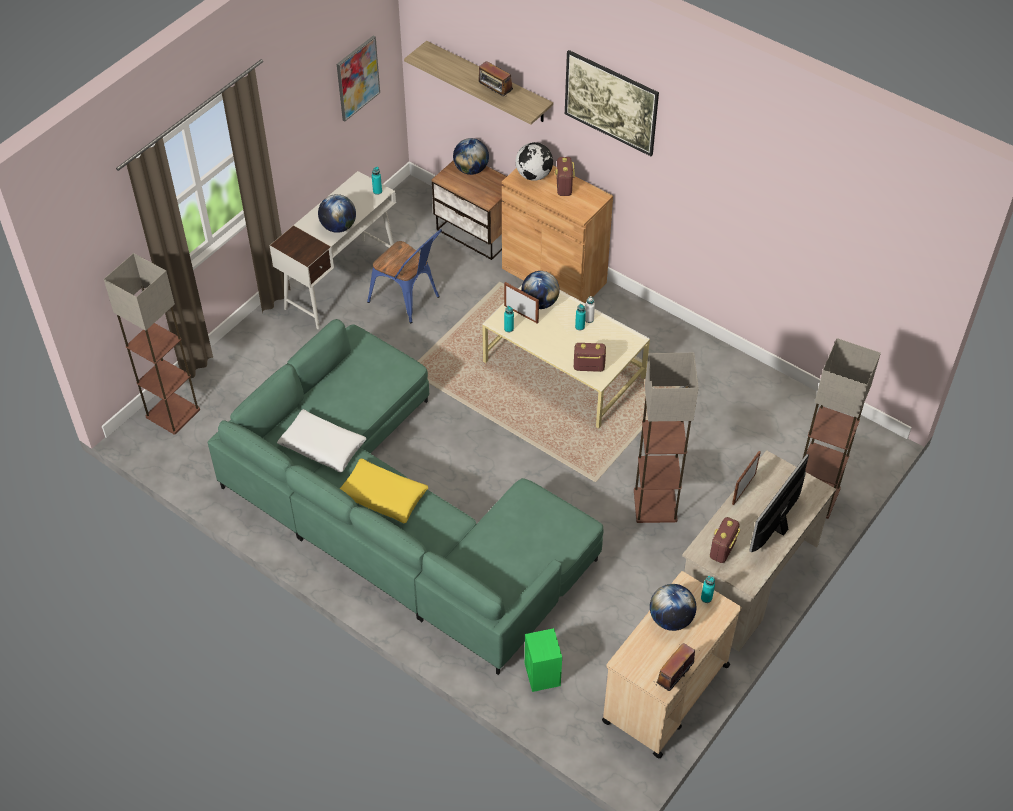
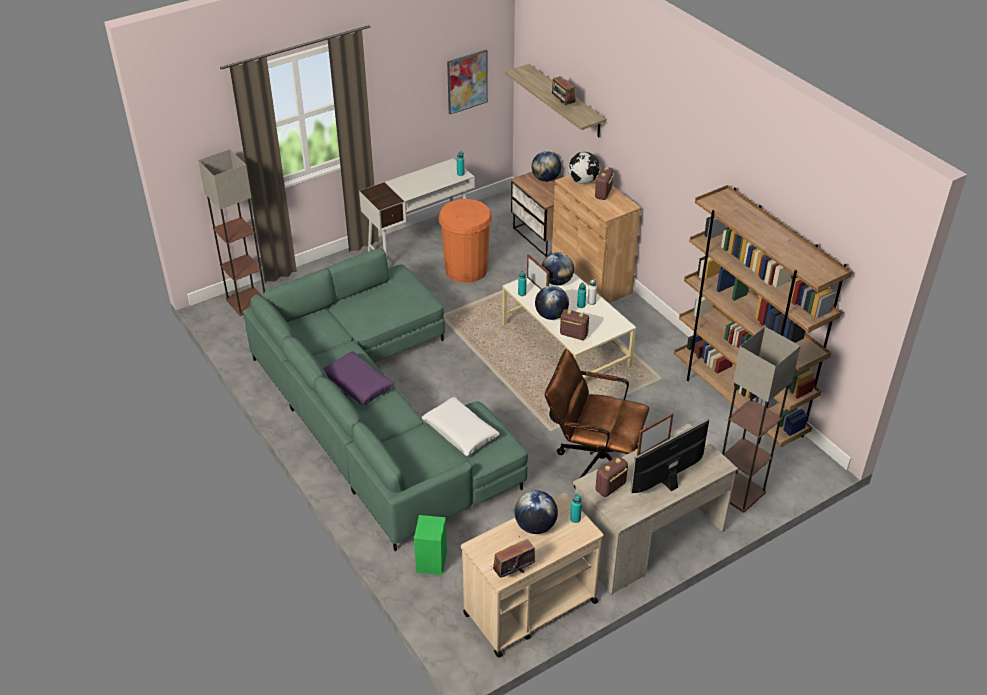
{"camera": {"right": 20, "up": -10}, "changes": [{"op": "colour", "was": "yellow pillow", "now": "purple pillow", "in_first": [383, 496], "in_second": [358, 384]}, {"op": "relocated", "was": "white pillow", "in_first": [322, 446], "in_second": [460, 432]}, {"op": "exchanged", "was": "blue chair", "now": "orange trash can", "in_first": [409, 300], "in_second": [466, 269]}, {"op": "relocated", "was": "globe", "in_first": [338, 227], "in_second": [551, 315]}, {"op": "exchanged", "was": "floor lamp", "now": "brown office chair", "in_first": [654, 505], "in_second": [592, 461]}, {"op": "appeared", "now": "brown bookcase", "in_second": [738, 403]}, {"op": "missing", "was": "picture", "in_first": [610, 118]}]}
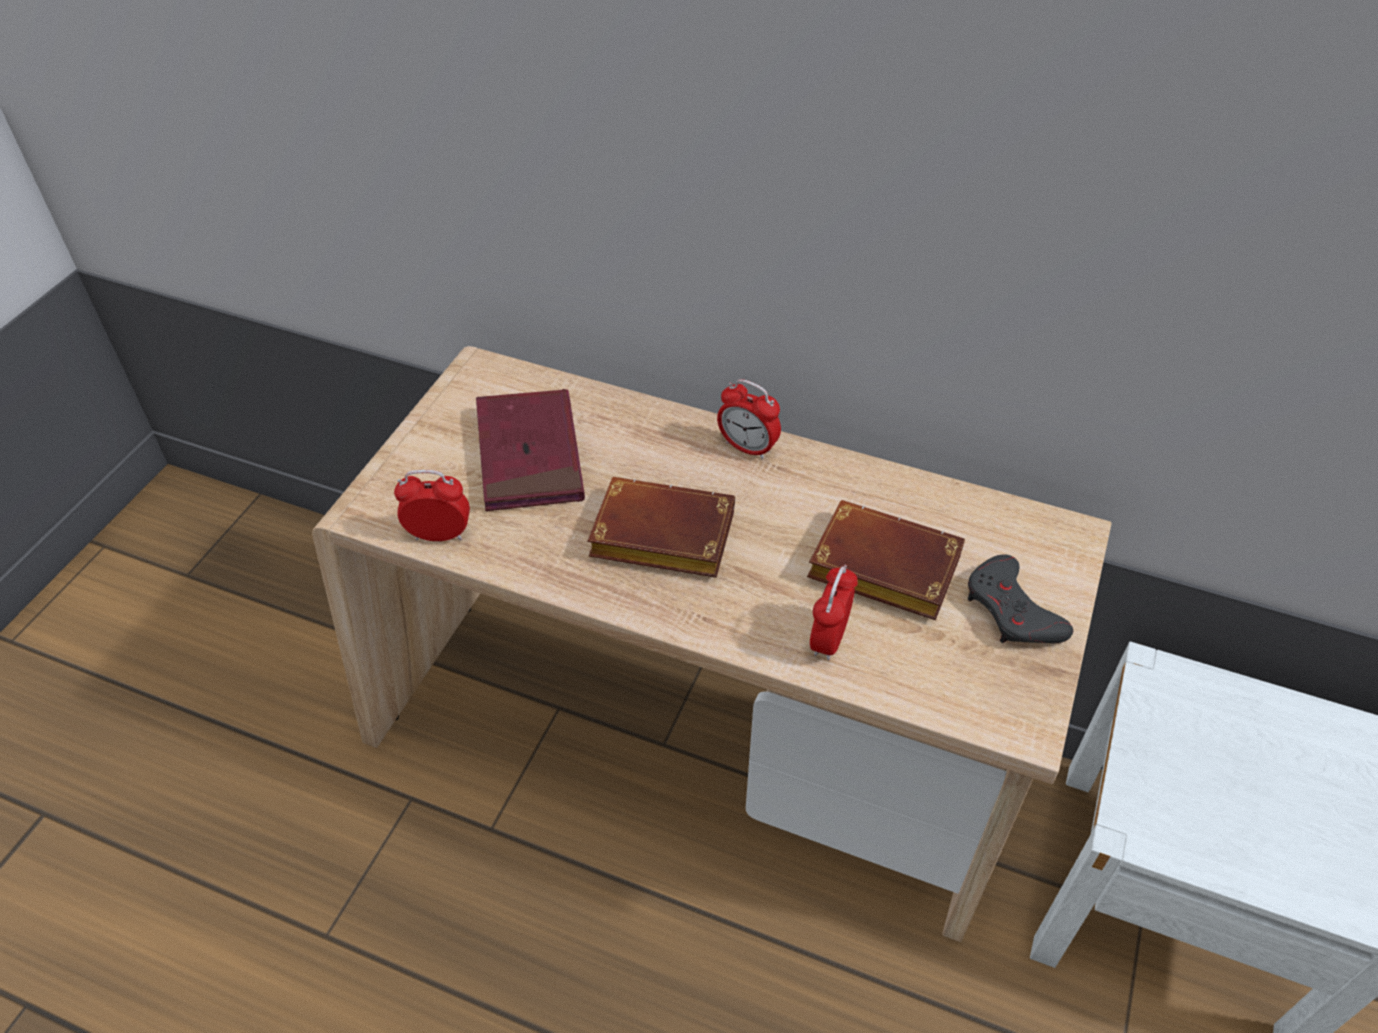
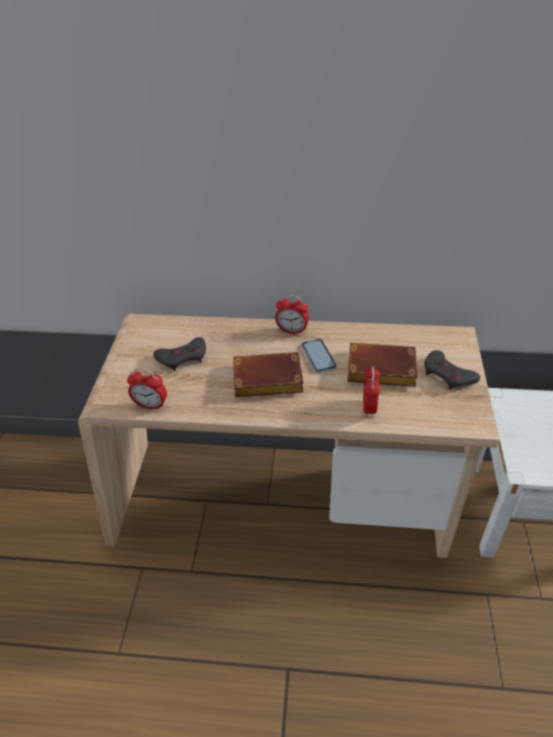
{"camera": {"right": -15, "up": -5}, "changes": [{"op": "spun", "was": "alarm clock", "in_first": [439, 535], "in_second": [151, 405], "clockwise": -150}, {"op": "exchanged", "was": "red book", "now": "grey game controller", "in_first": [529, 455], "in_second": [183, 357]}, {"op": "appeared", "now": "phone", "in_second": [318, 356]}]}
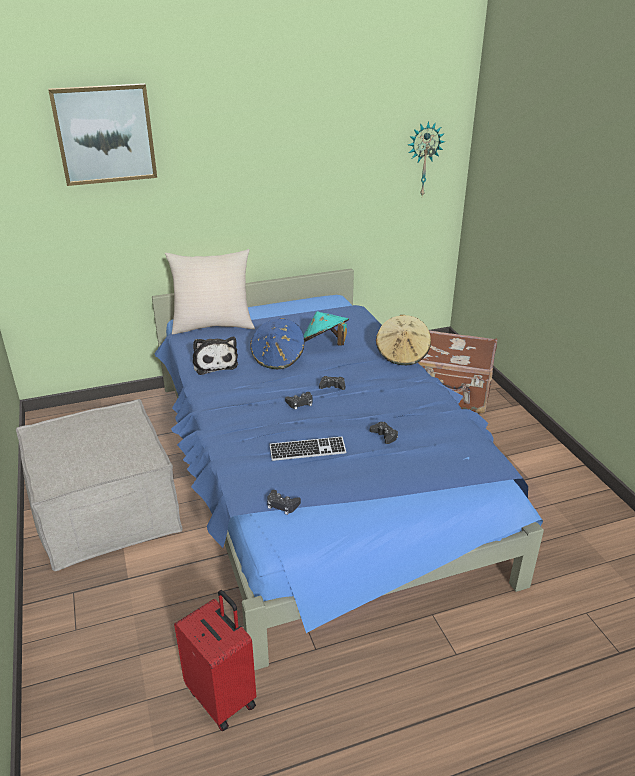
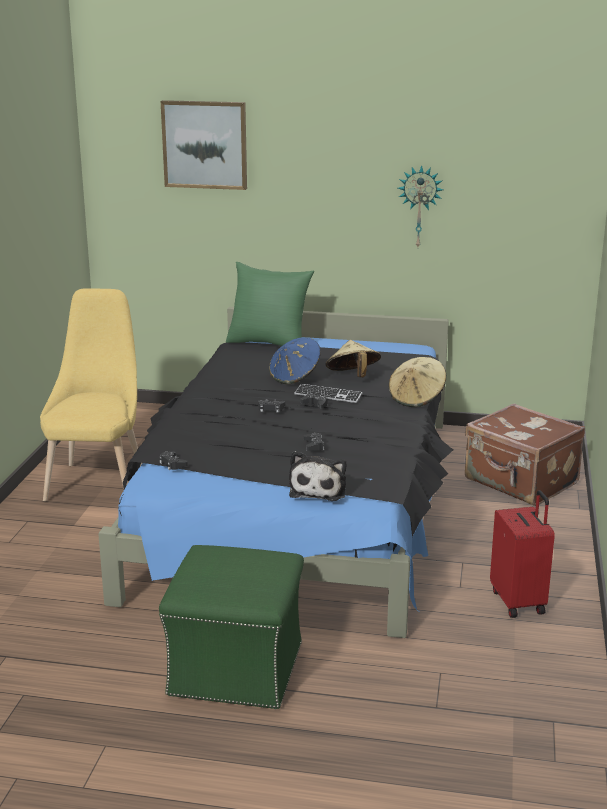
{"camera": {"right": 30, "up": -10}, "changes": [{"op": "exchanged", "was": "beige ottoman", "now": "yellow chair", "in_first": [106, 511], "in_second": [99, 480]}, {"op": "colour", "was": "blue bed", "now": "black bed", "in_first": [315, 473], "in_second": [300, 504]}, {"op": "appeared", "now": "green ottoman", "in_second": [237, 669]}, {"op": "colour", "was": "beige pillow", "now": "green pillow", "in_first": [213, 326], "in_second": [269, 344]}, {"op": "relocated", "was": "plush toy", "in_first": [214, 363], "in_second": [319, 489]}, {"op": "relocated", "was": "keyboard", "in_first": [307, 450], "in_second": [328, 395]}, {"op": "colour", "was": "turquoise hat", "now": "beige hat", "in_first": [325, 345], "in_second": [352, 377]}, {"op": "relocated", "was": "wall clock", "in_first": [423, 159], "in_second": [419, 206]}, {"op": "relocated", "was": "red suitcase", "in_first": [223, 697], "in_second": [519, 601]}]}
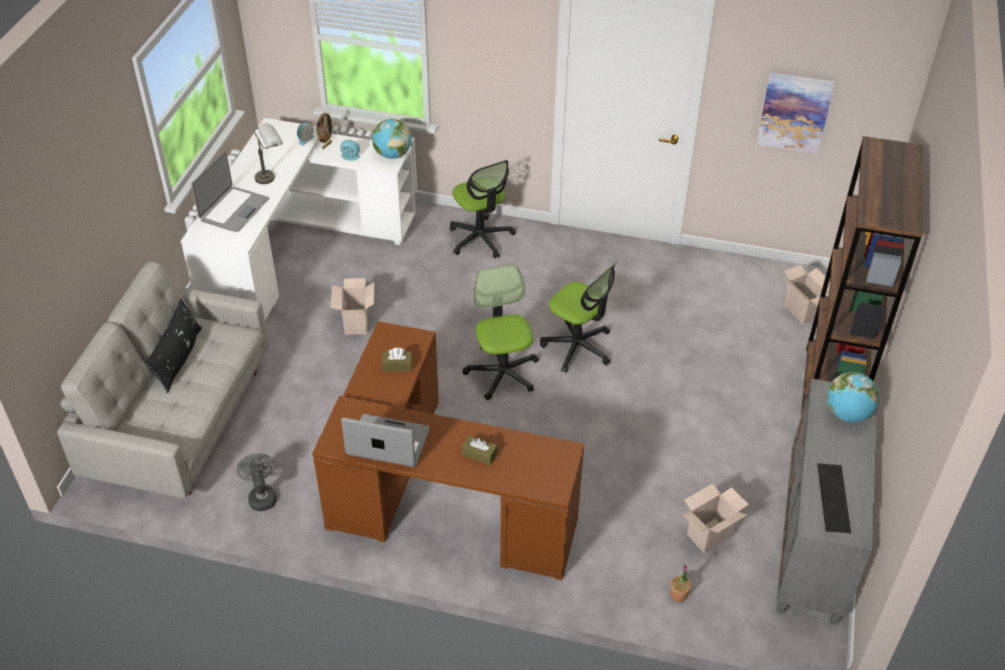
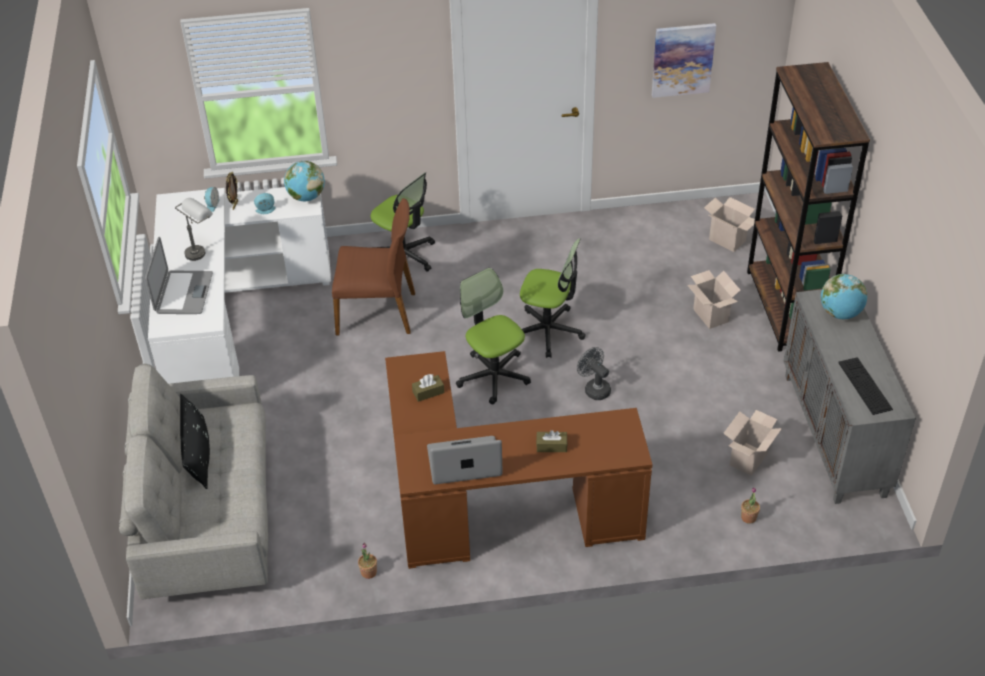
{"camera": {"right": -20, "up": 0}, "changes": [{"op": "appeared", "now": "brown chair", "in_second": [377, 312]}, {"op": "appeared", "now": "potted plant", "in_second": [368, 572]}, {"op": "relocated", "was": "grey fan", "in_first": [261, 496], "in_second": [594, 388]}, {"op": "relocated", "was": "cardboard box", "in_first": [355, 322], "in_second": [709, 315]}]}
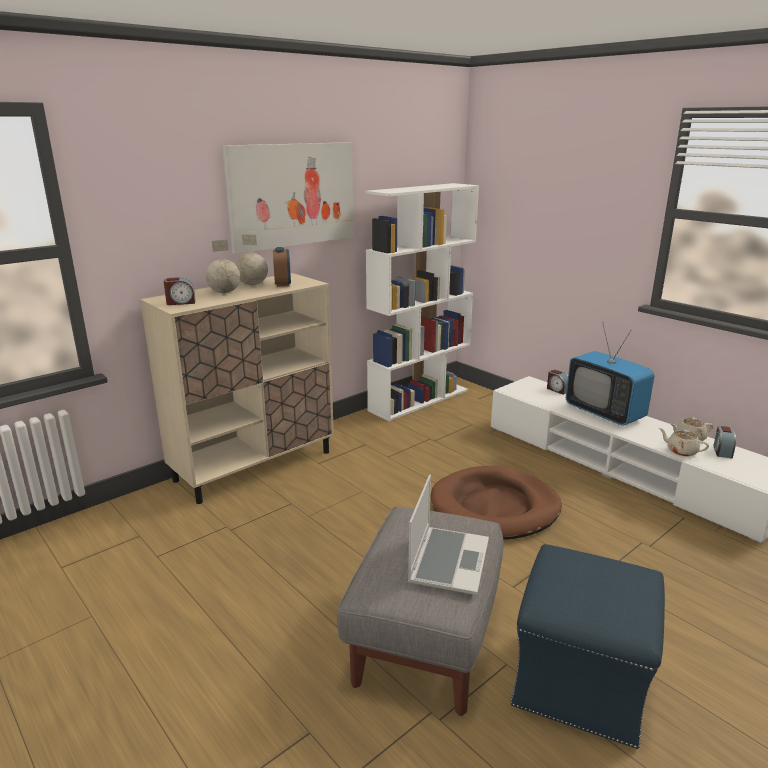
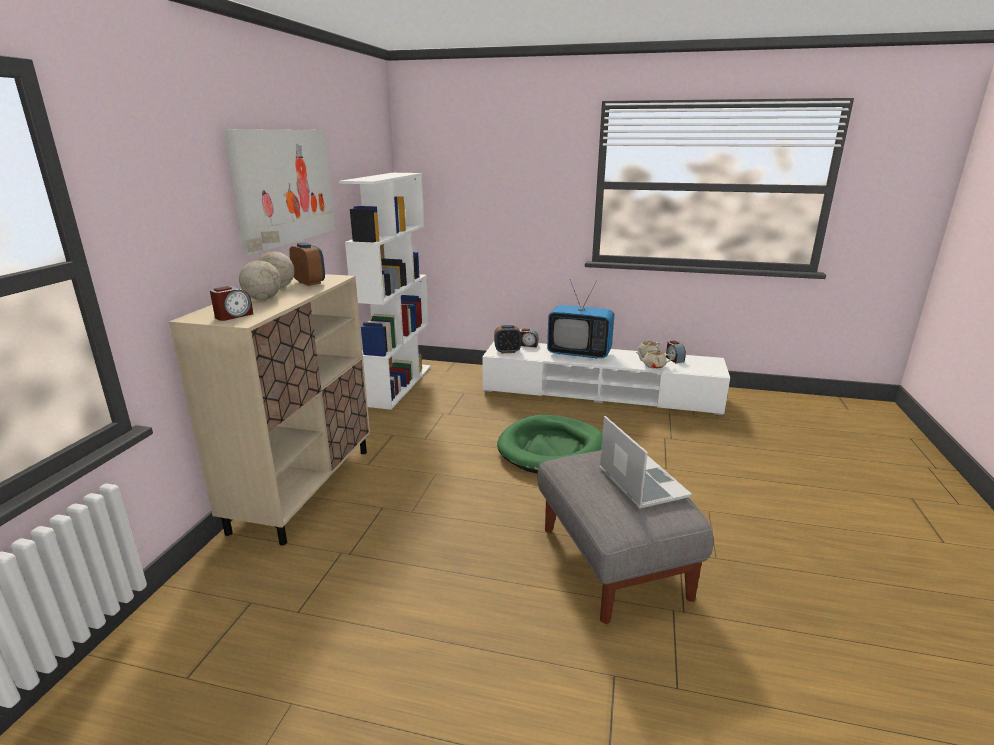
{"camera": {"right": -35, "up": 0}, "changes": [{"op": "appeared", "now": "alarm clock", "in_second": [507, 351]}, {"op": "colour", "was": "brown dog bed", "now": "green dog bed", "in_first": [495, 507], "in_second": [551, 449]}, {"op": "missing", "was": "blue ottoman", "in_first": [580, 682]}]}
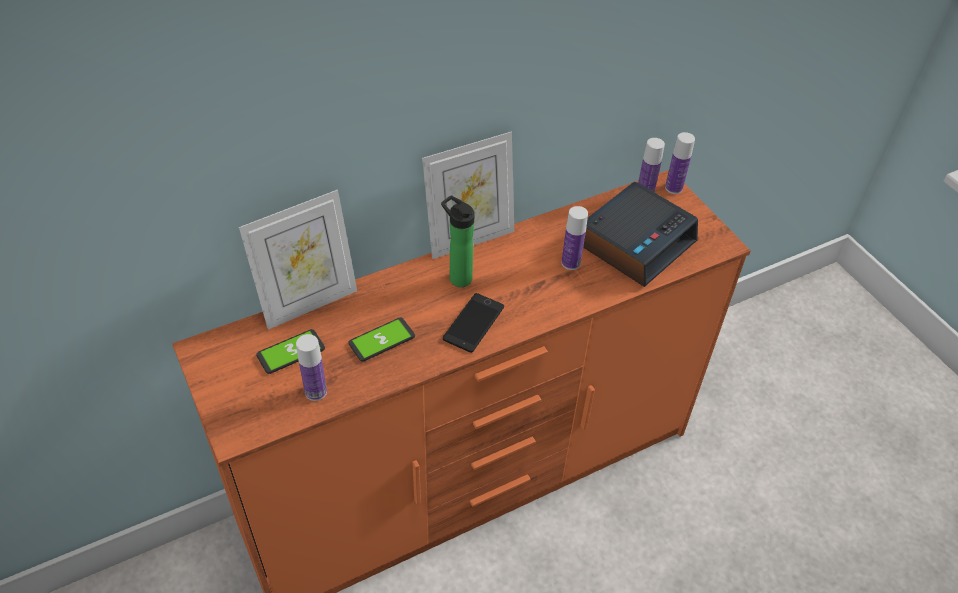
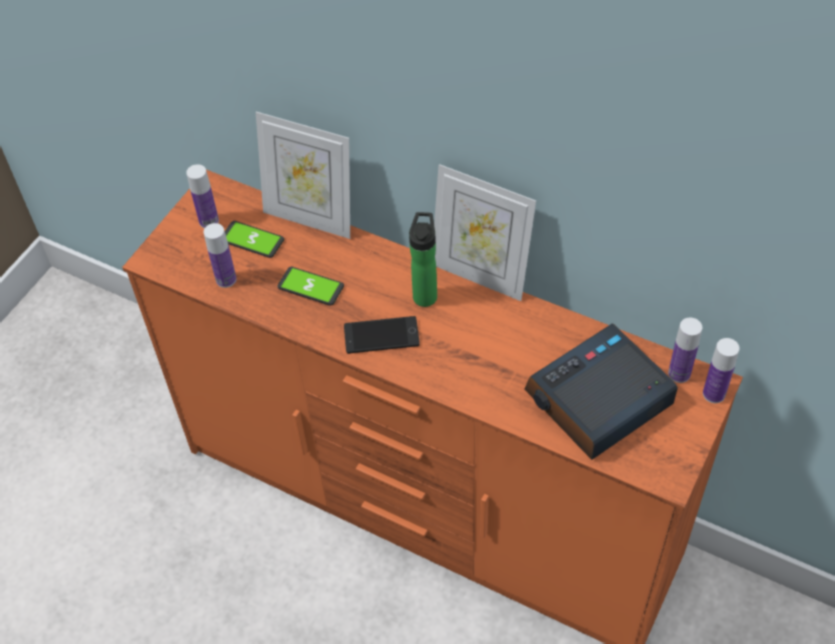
{"camera": {"right": 60, "up": 5}, "changes": [{"op": "relocated", "was": "bottle", "in_first": [571, 263], "in_second": [209, 221]}, {"op": "spun", "was": "alarm clock", "in_first": [635, 241], "in_second": [598, 400], "clockwise": 135}]}
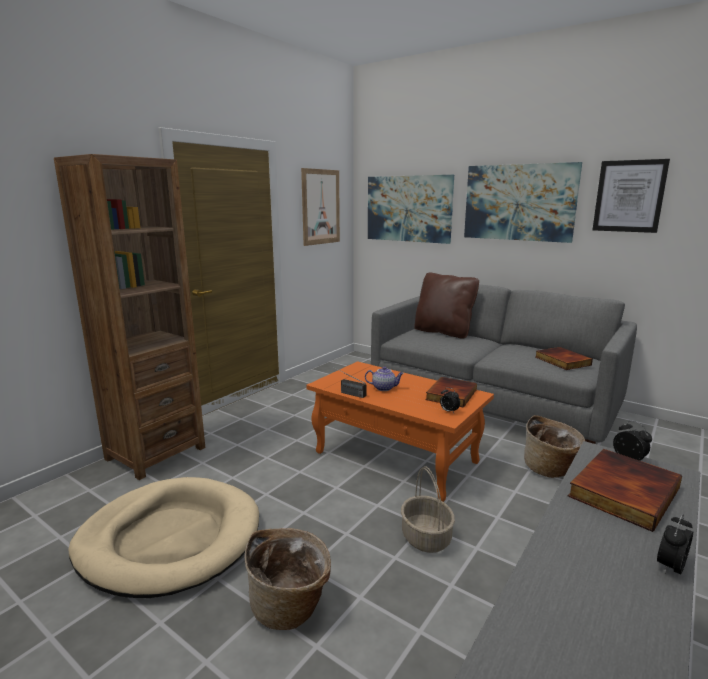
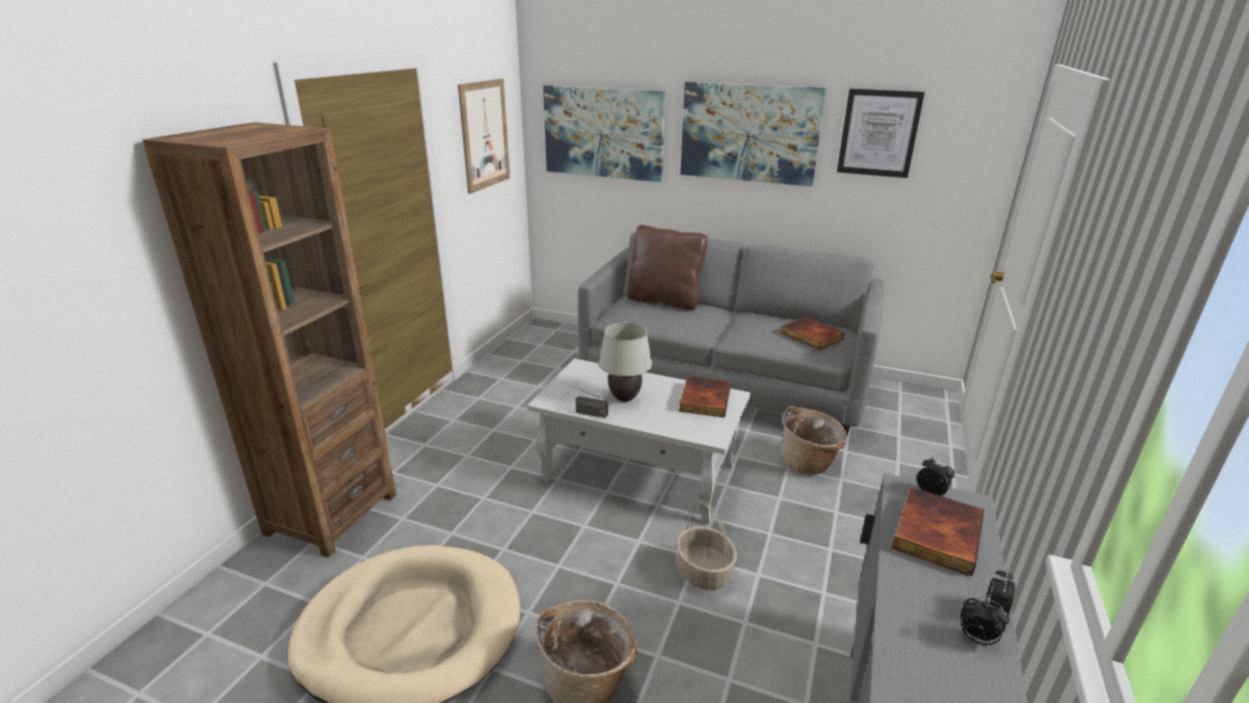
{"camera": {"right": -15, "up": 10}, "changes": [{"op": "colour", "was": "orange coffee table", "now": "white coffee table", "in_first": [397, 457], "in_second": [640, 473]}, {"op": "exchanged", "was": "teapot", "now": "white table lamp", "in_first": [384, 388], "in_second": [624, 399]}, {"op": "relocated", "was": "alarm clock", "in_first": [448, 411], "in_second": [976, 638]}]}
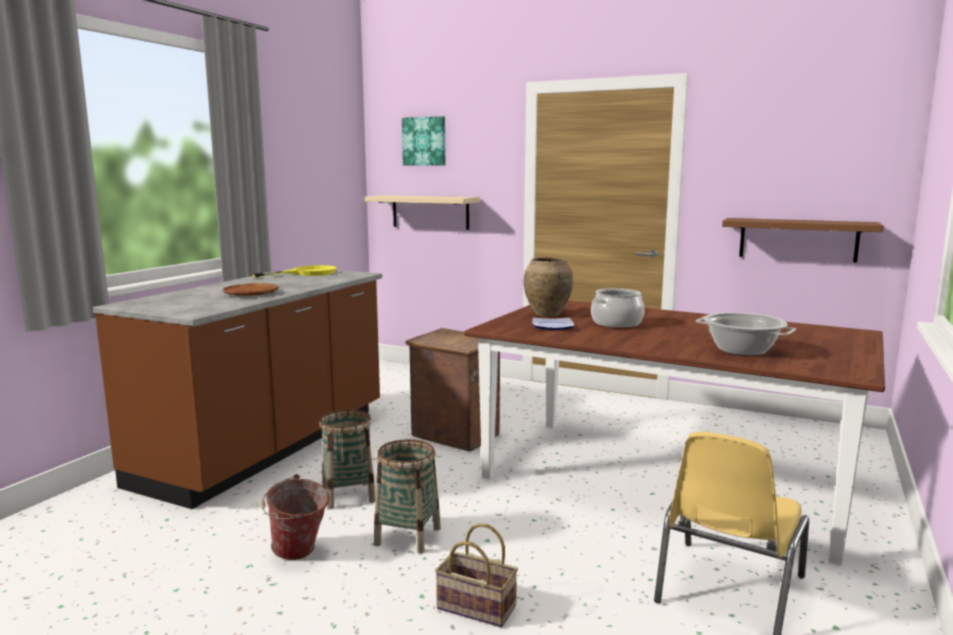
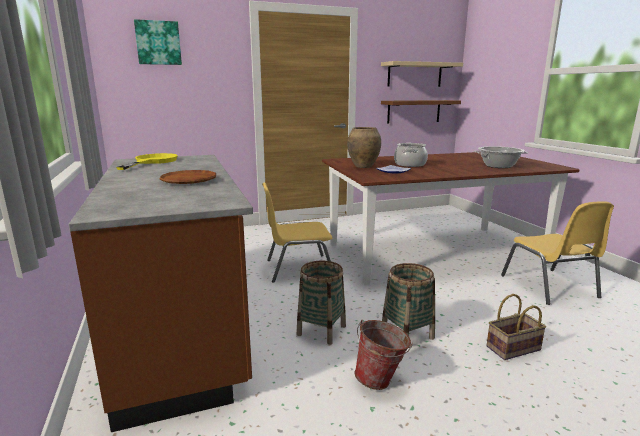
{"camera": {"right": -45, "up": 5}, "changes": [{"op": "exchanged", "was": "crate", "now": "yellow chair", "in_first": [455, 436], "in_second": [298, 268]}, {"op": "relocated", "was": "beige shelf", "in_first": [430, 212], "in_second": [414, 75]}]}
